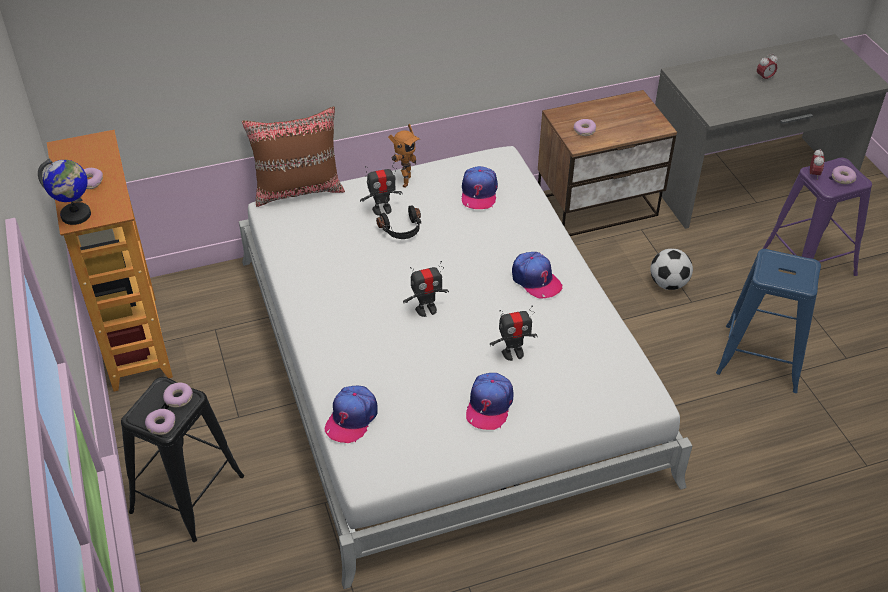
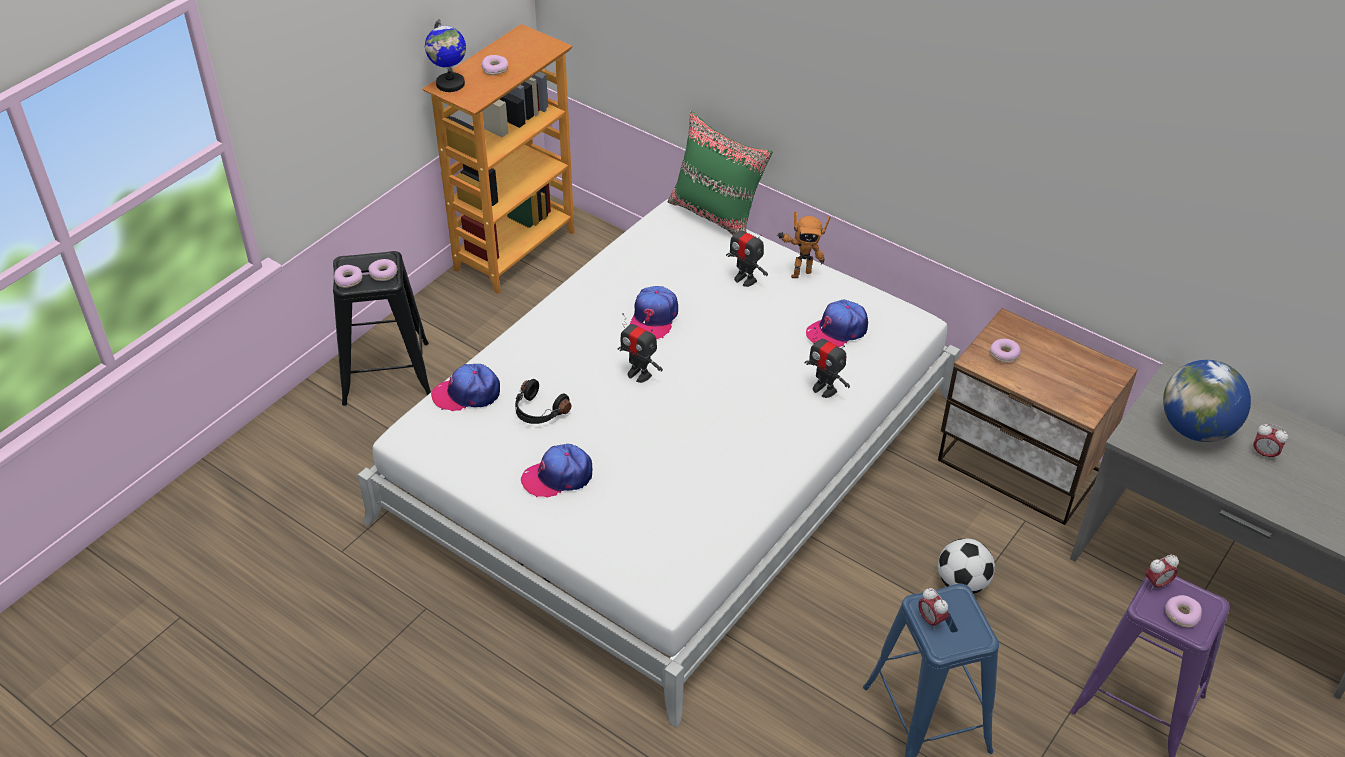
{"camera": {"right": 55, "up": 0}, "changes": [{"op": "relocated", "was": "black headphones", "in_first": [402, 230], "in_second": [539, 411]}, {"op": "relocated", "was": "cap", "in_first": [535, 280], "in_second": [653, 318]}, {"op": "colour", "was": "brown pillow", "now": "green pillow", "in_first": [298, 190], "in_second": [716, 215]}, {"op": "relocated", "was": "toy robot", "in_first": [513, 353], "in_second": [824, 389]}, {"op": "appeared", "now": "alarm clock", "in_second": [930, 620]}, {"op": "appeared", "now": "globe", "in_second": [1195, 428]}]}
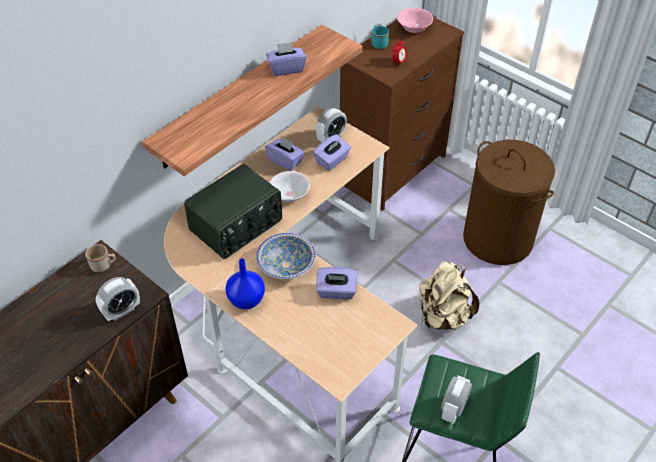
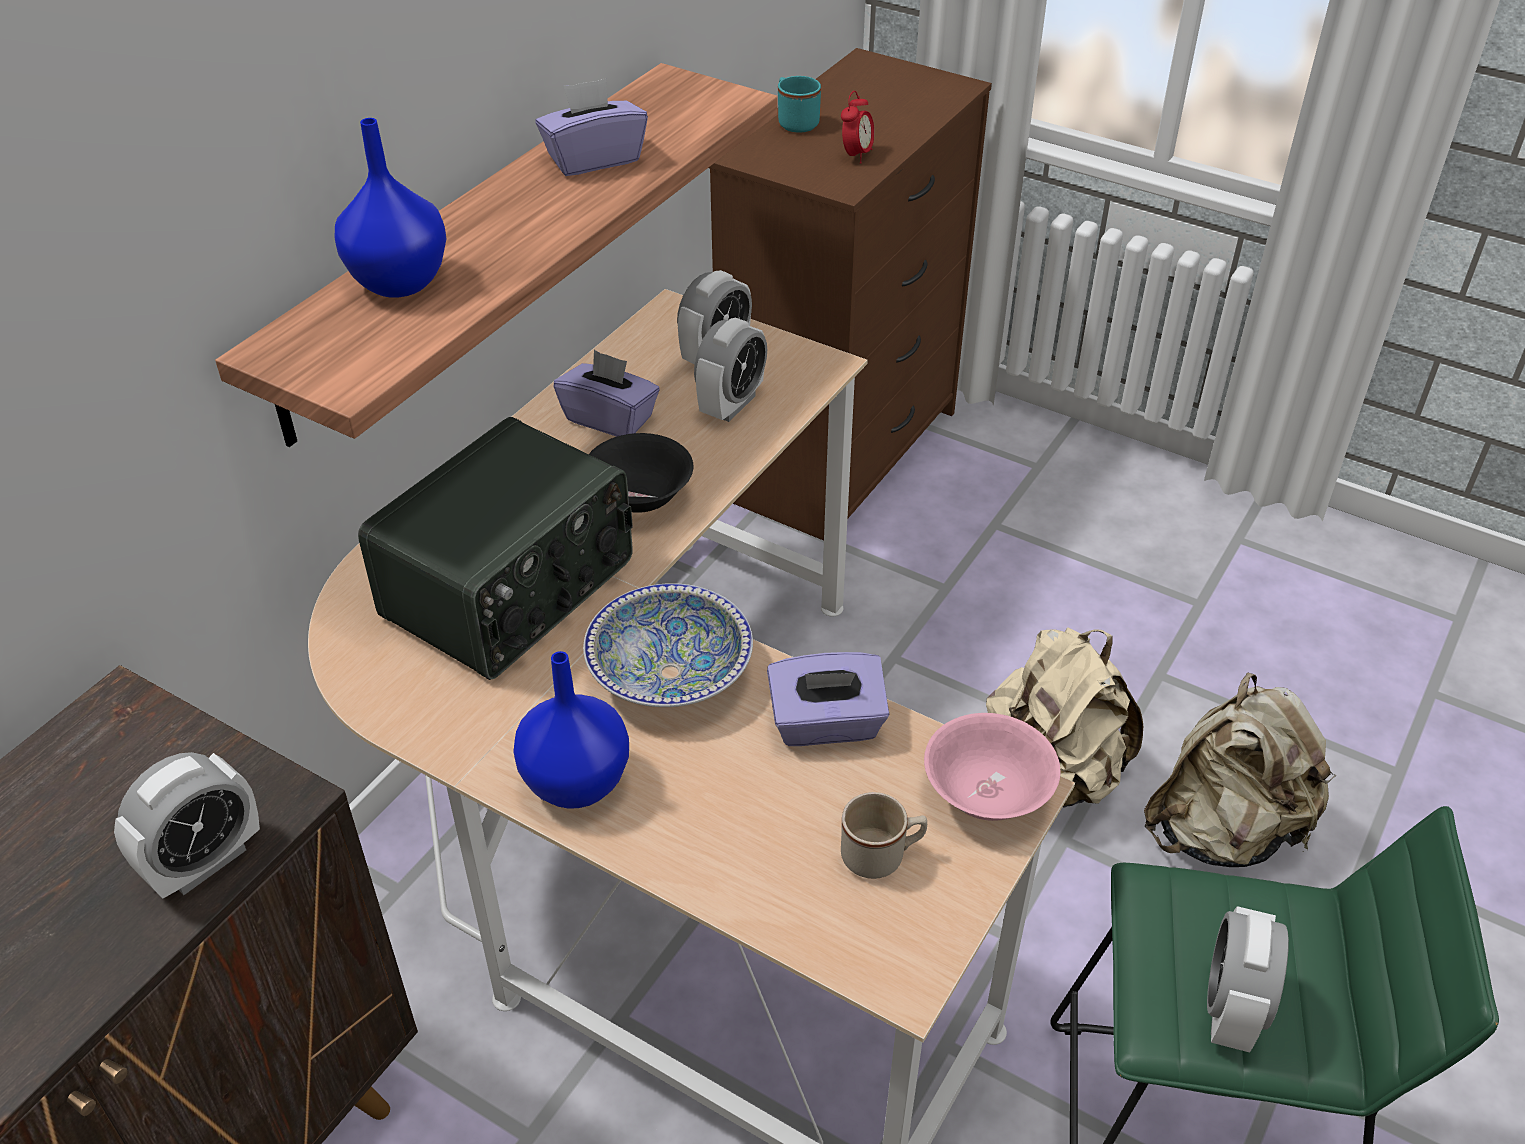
{"camera": {"right": -10, "up": -5}, "changes": [{"op": "appeared", "now": "blue vase", "in_second": [397, 282]}, {"op": "colour", "was": "white bowl", "now": "black bowl", "in_first": [289, 195], "in_second": [639, 498]}, {"op": "exchanged", "was": "purple tissue box", "now": "alarm clock", "in_first": [332, 160], "in_second": [731, 404]}, {"op": "relocated", "was": "beige mug", "in_first": [104, 265], "in_second": [881, 855]}, {"op": "relocated", "was": "pink bowl", "in_first": [414, 29], "in_second": [987, 795]}, {"op": "appeared", "now": "beige backpack", "in_second": [1223, 830]}, {"op": "missing", "was": "brown laundry basket", "in_first": [498, 239]}]}
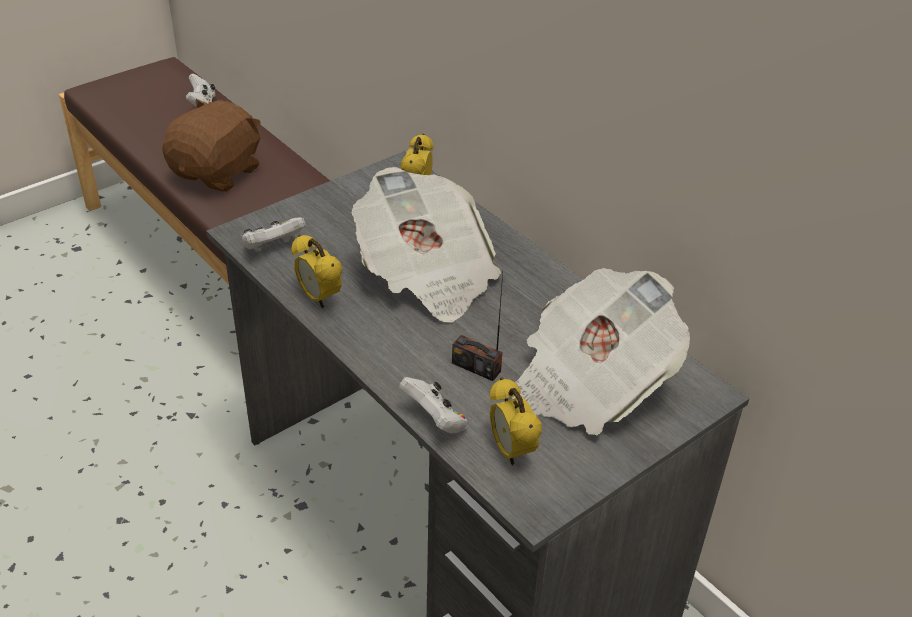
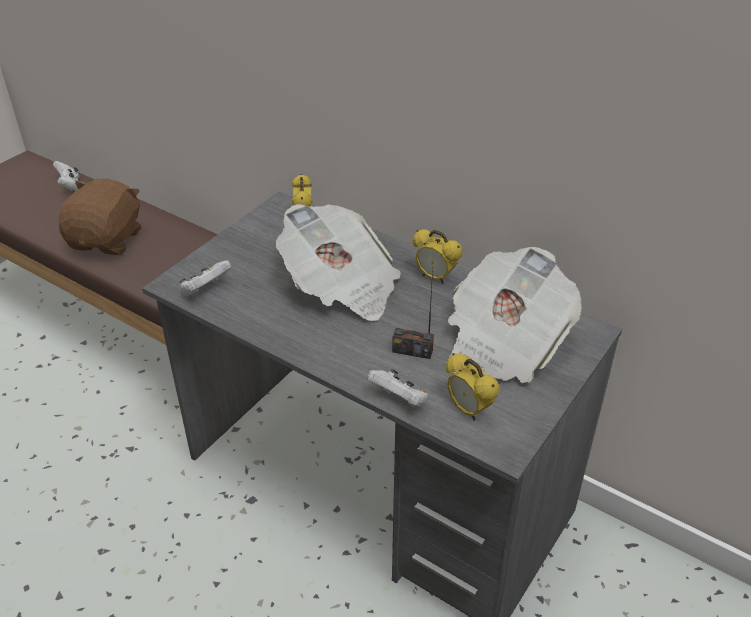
{"camera": {"right": -15, "up": 0}, "changes": [{"op": "relocated", "was": "alarm clock", "in_first": [319, 298], "in_second": [435, 277]}]}
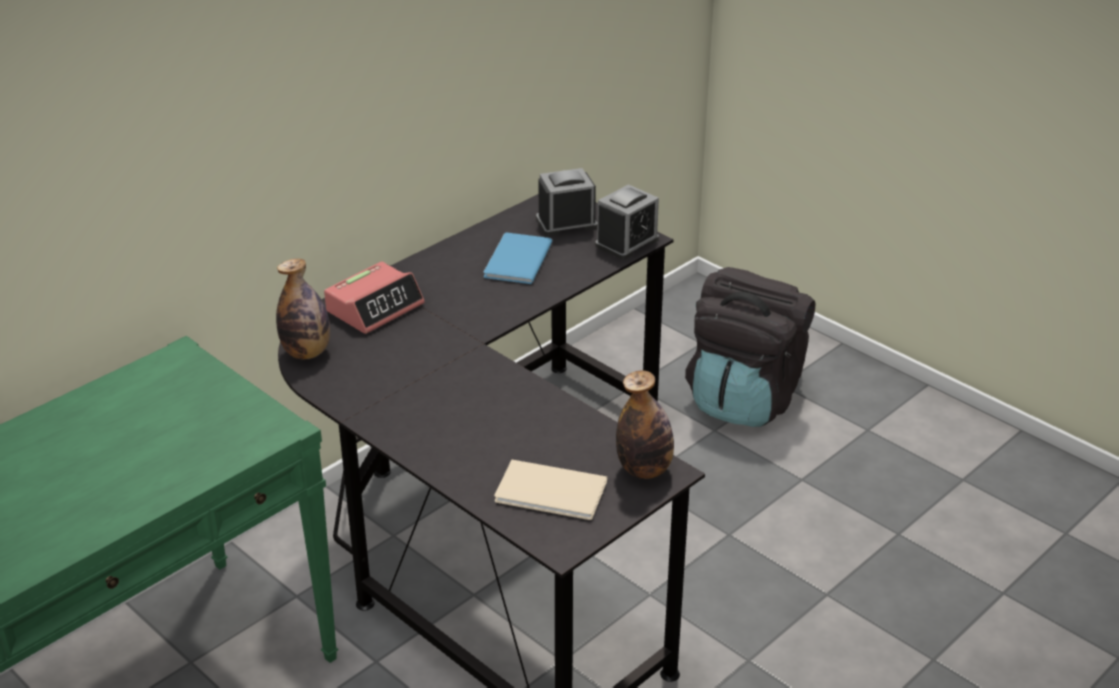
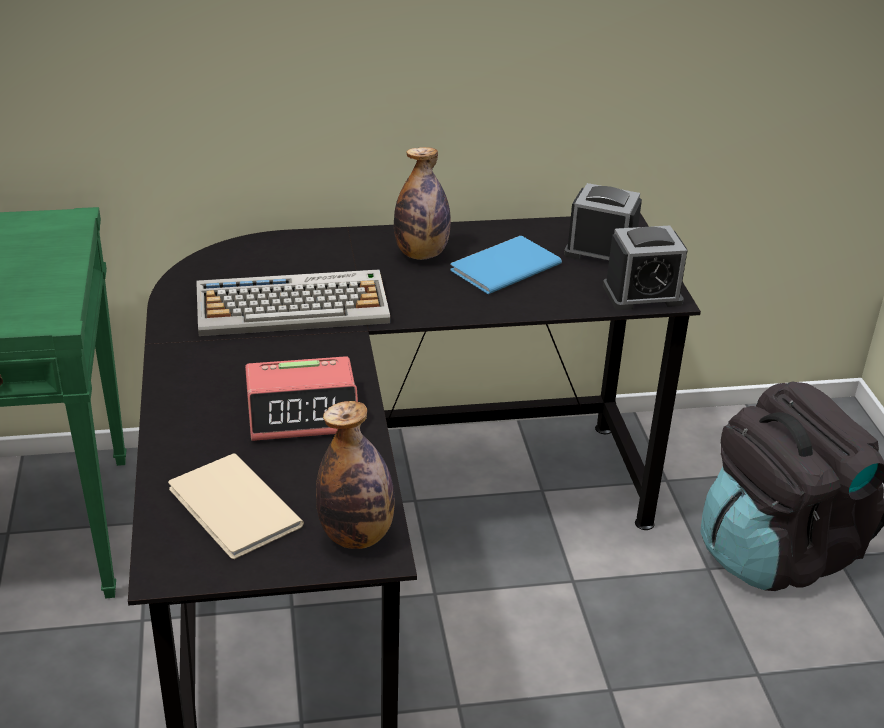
{"camera": {"right": 35, "up": 0}, "changes": [{"op": "appeared", "now": "keyboard", "in_second": [294, 306]}, {"op": "relocated", "was": "alarm clock", "in_first": [375, 307], "in_second": [303, 412]}, {"op": "relocated", "was": "bottle", "in_first": [307, 352], "in_second": [421, 254]}]}
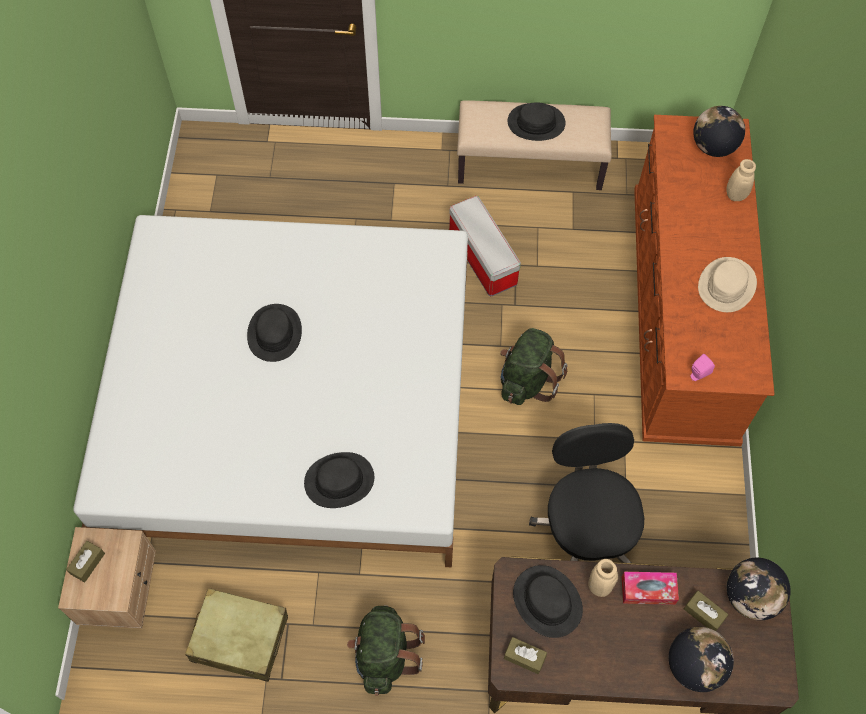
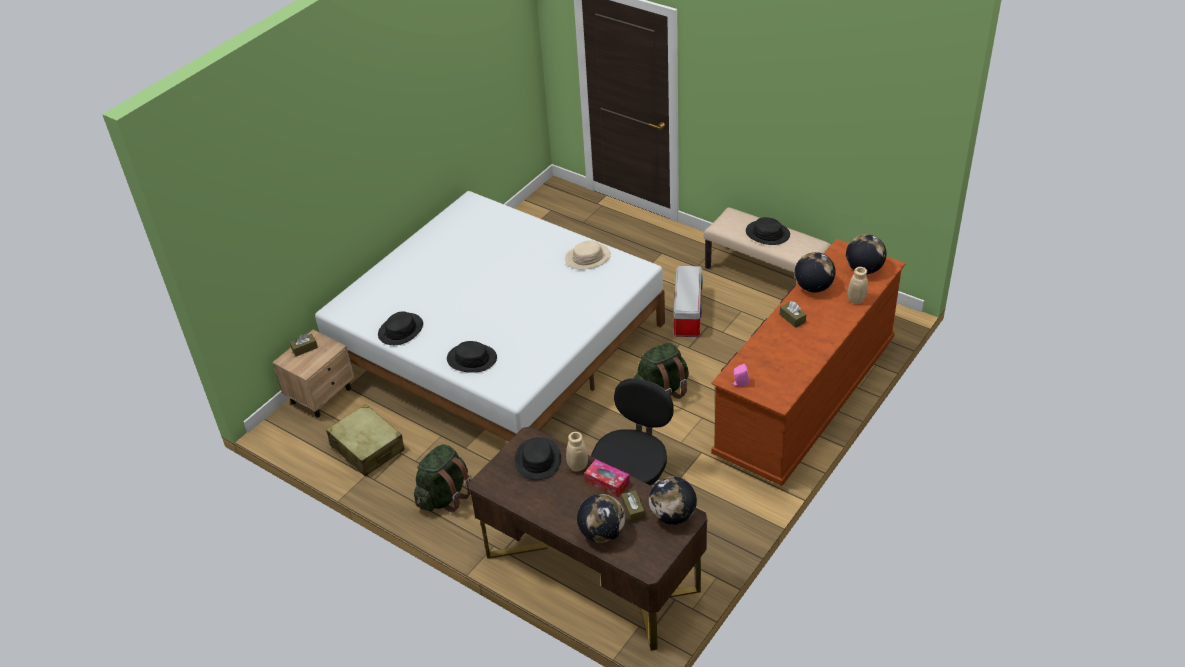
{"camera": {"right": 35, "up": -20}, "changes": [{"op": "relocated", "was": "black hat", "in_first": [274, 333], "in_second": [400, 330]}, {"op": "relocated", "was": "beige hat", "in_first": [727, 285], "in_second": [588, 257]}, {"op": "relocated", "was": "brown tissue box", "in_first": [524, 657], "in_second": [792, 318]}, {"op": "appeared", "now": "globe", "in_second": [813, 287]}]}
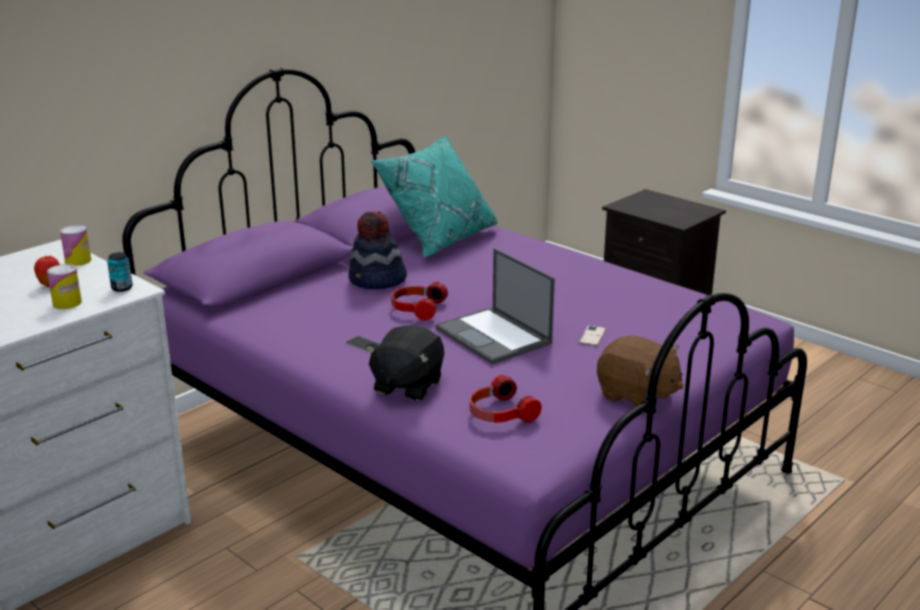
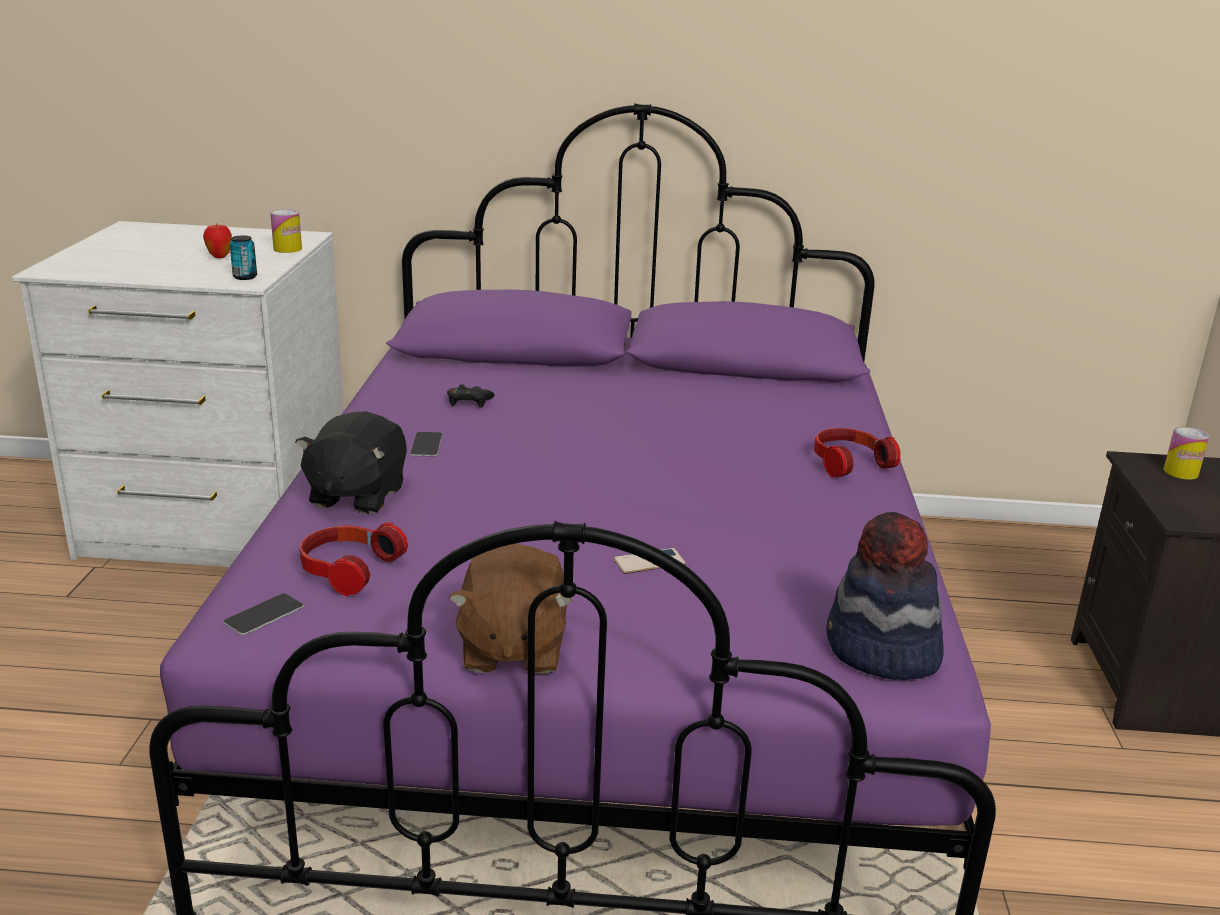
{"camera": {"right": 50, "up": 0}, "changes": [{"op": "appeared", "now": "phone", "in_second": [264, 614]}, {"op": "spun", "was": "black plush toy", "in_first": [407, 386], "in_second": [356, 495], "clockwise": -60}, {"op": "appeared", "now": "black game controller", "in_second": [469, 401]}, {"op": "relocated", "was": "headphones", "in_first": [417, 309], "in_second": [848, 463]}, {"op": "relocated", "was": "hat", "in_first": [377, 281], "in_second": [881, 651]}, {"op": "relocated", "was": "can", "in_first": [67, 303], "in_second": [1181, 472]}, {"op": "missing", "was": "turquoise pillow", "in_first": [438, 238]}, {"op": "missing", "was": "laptop", "in_first": [494, 336]}]}
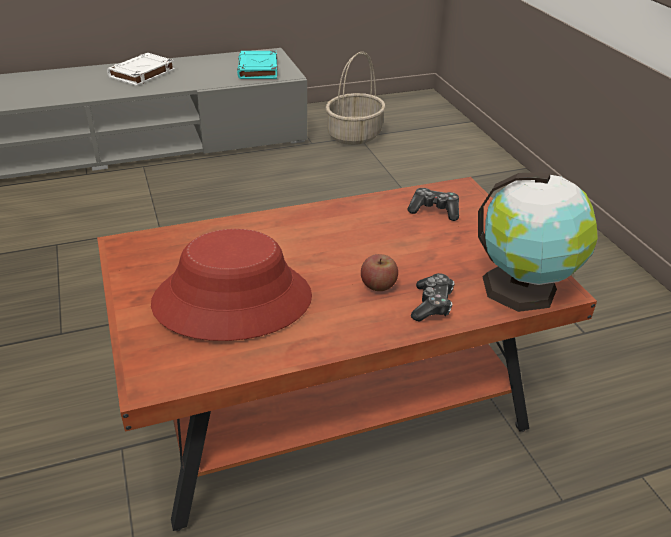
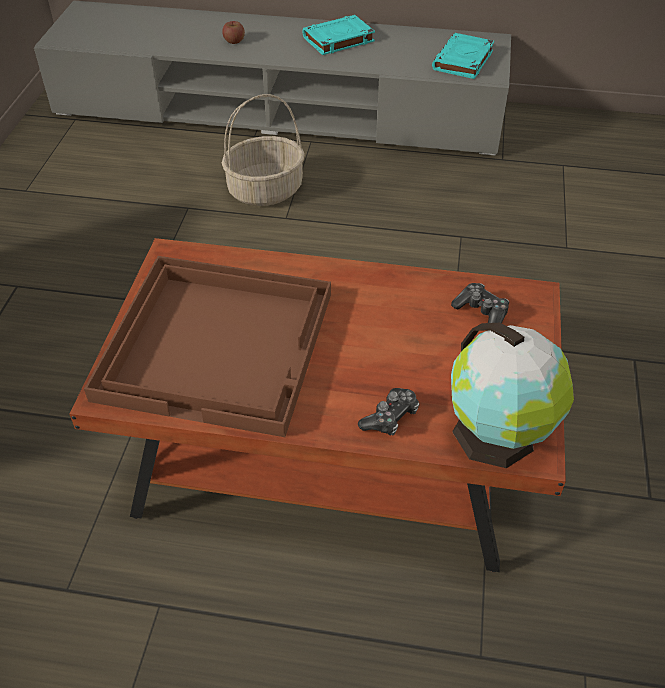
{"camera": {"right": 30, "up": 10}, "changes": [{"op": "exchanged", "was": "red hat", "now": "brown tray", "in_first": [233, 300], "in_second": [219, 344]}, {"op": "relocated", "was": "apple", "in_first": [378, 285], "in_second": [234, 41]}, {"op": "relocated", "was": "basket", "in_first": [354, 135], "in_second": [265, 191]}, {"op": "colour", "was": "white book", "now": "turquoise book", "in_first": [142, 74], "in_second": [338, 40]}]}
